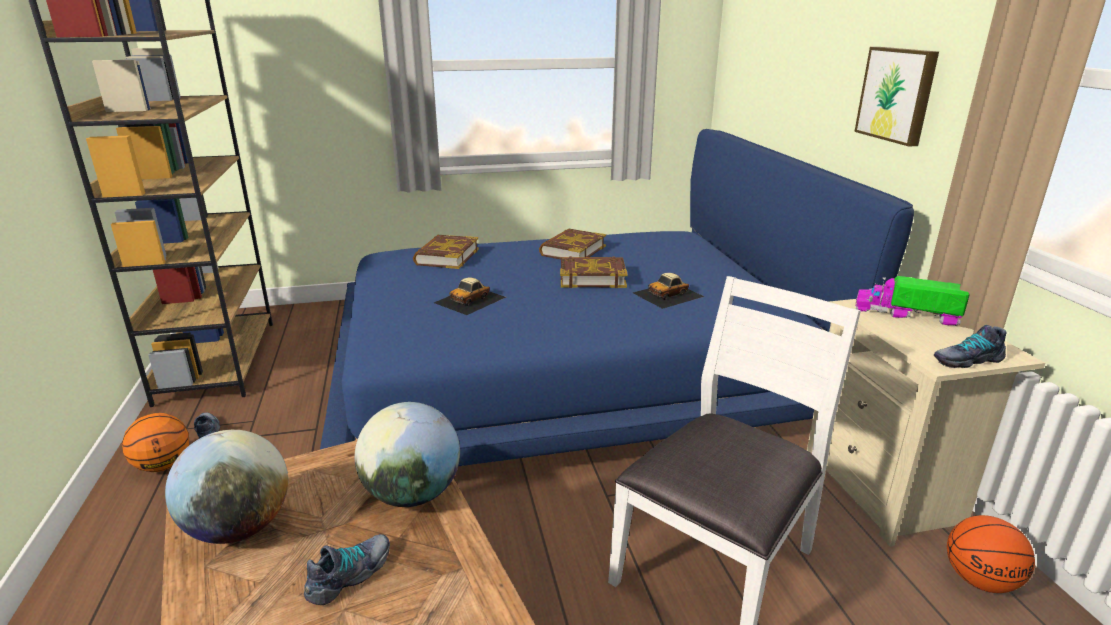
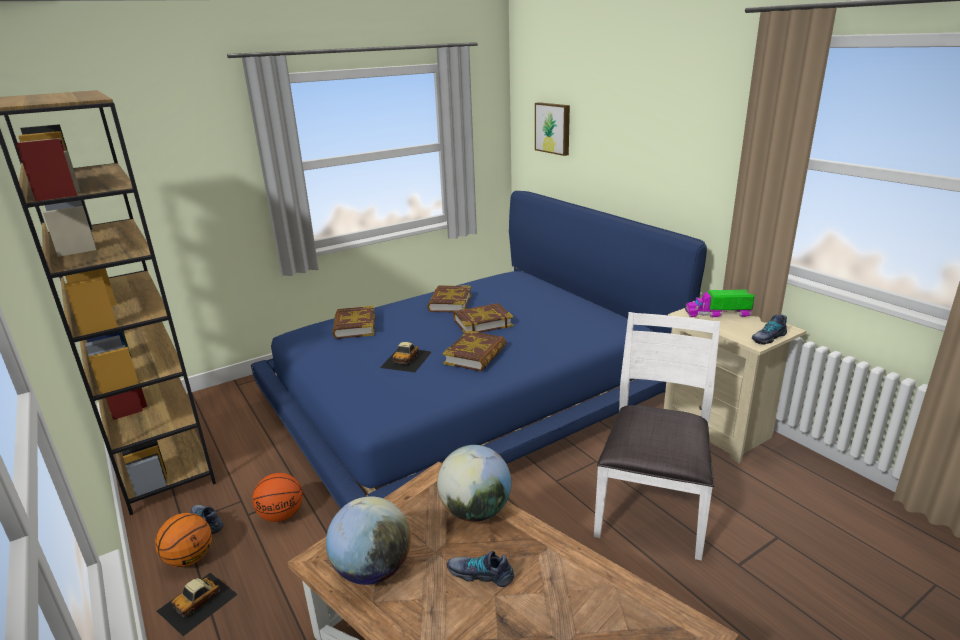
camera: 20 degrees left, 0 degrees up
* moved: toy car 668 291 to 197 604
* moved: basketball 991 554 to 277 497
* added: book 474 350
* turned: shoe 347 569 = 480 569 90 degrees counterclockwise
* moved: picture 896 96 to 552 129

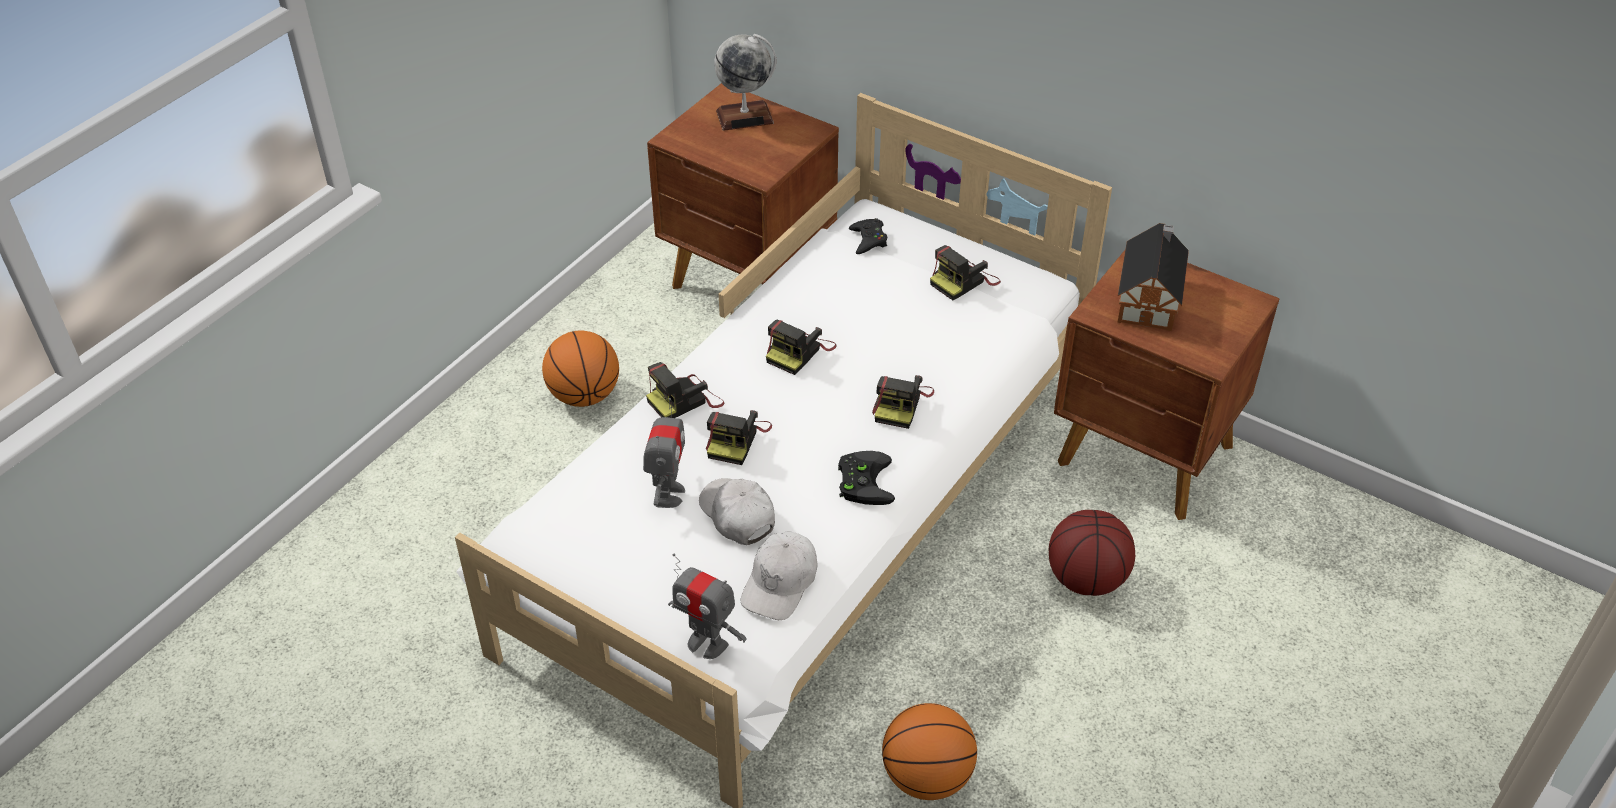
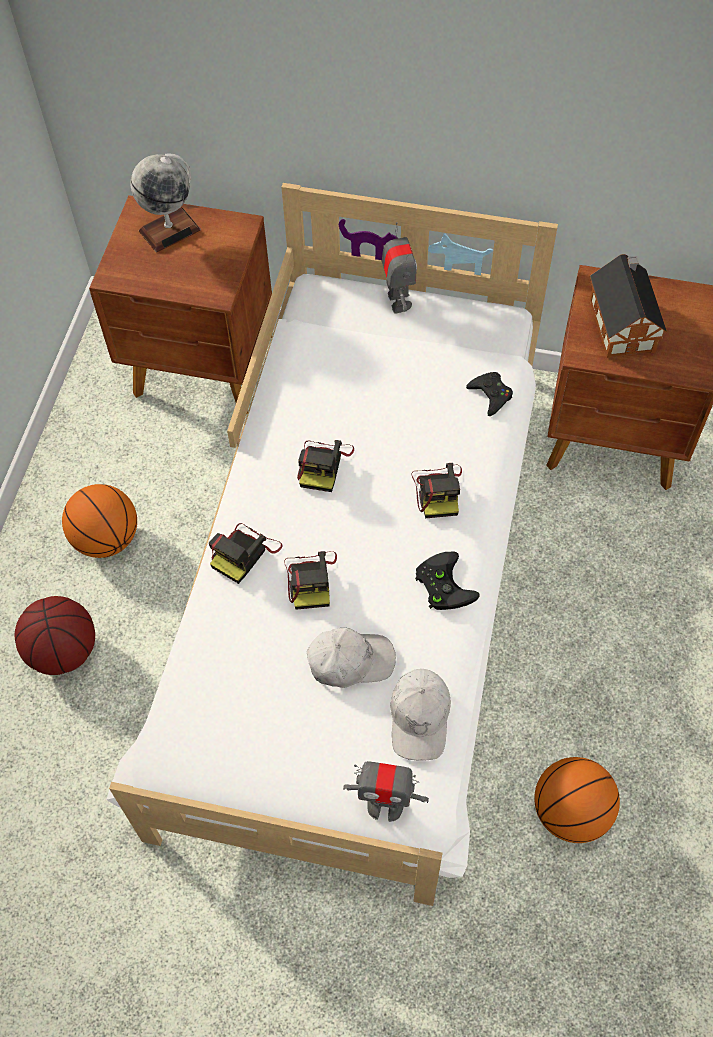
camera: 20 degrees left, 15 degrees up
* moved: basketball 1092 553 to 55 635
* turned: white cap 737 511 = 351 658 135 degrees clockwise
* moved: toy robot 664 453 to 399 268
* moved: black game controller 868 236 to 489 394
* removed: photo camera 965 272

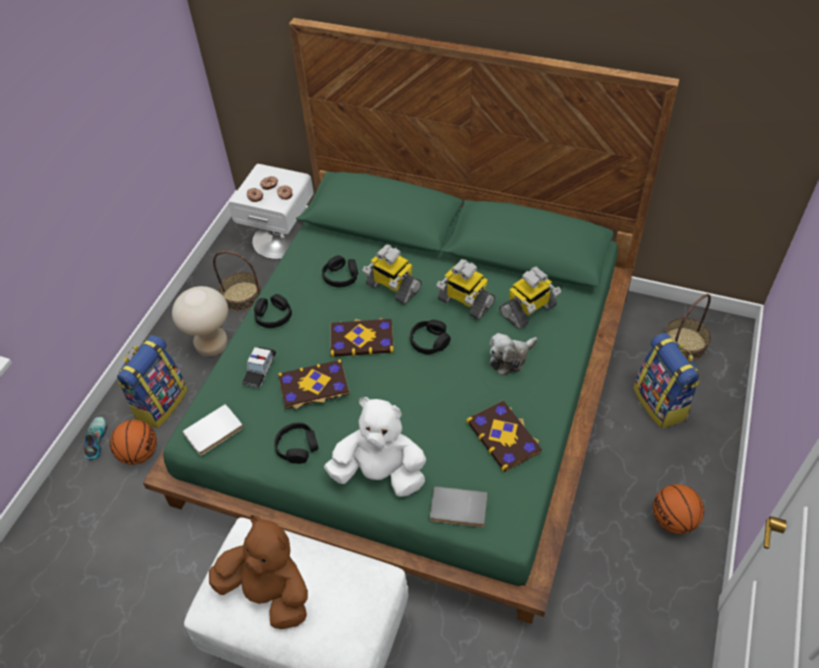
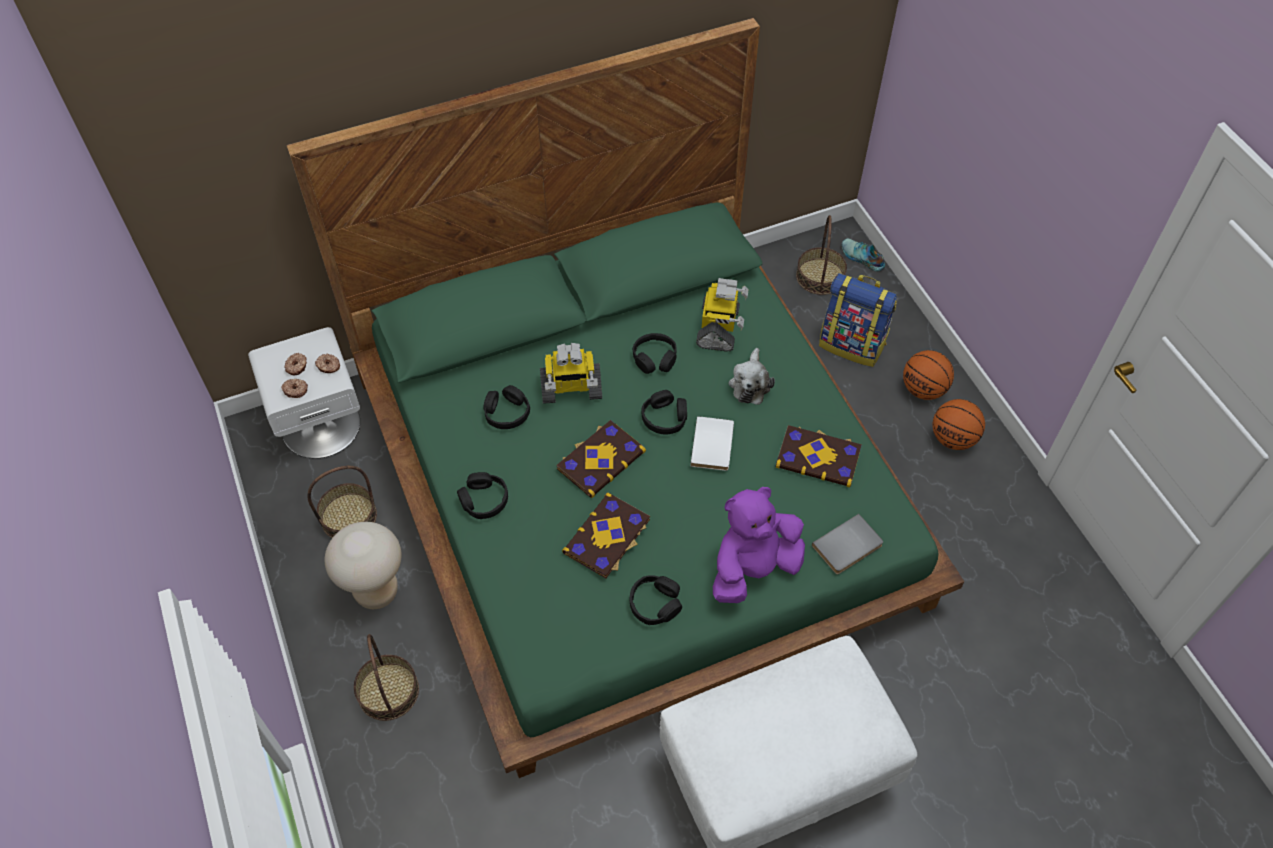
camera: 45 degrees left, 5 degrees up
* replaced: backpack 152 381 to basket 386 677
* replaced: toy robot 465 289 to black headphones 655 353
* moved: white book 212 429 to 712 443
* recoloured: white plush toy 375 447 to purple plush toy 759 545
* moved: shoe 95 438 to 863 255
* moved: basketball 133 442 to 928 375
* removed: brown plush toy 258 572
* removed: toy car 259 367

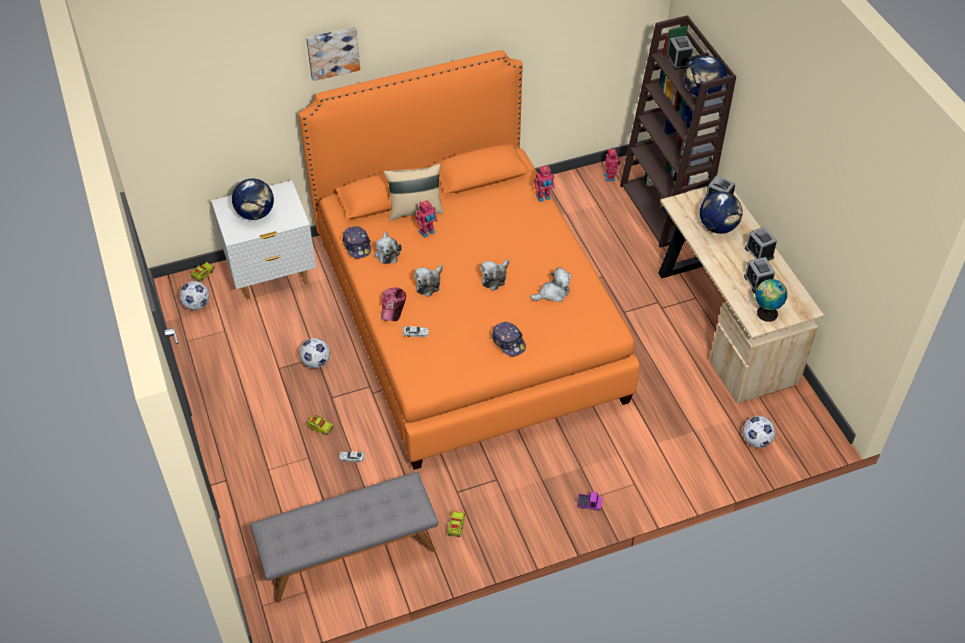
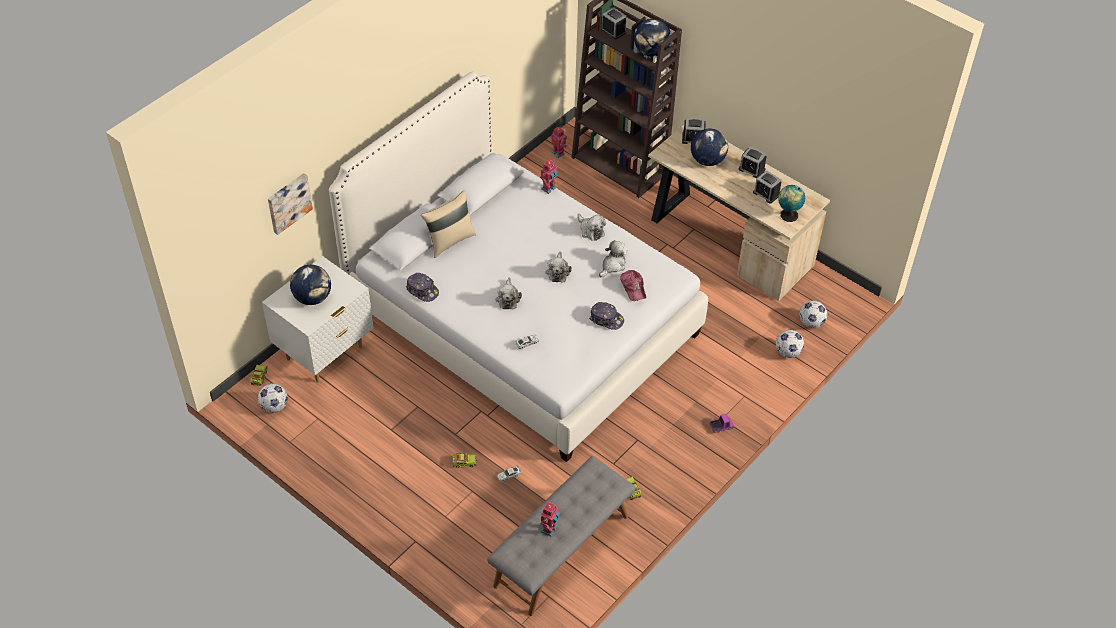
camera: 30 degrees left, 0 degrees up
* moved: picture 333 54 to 290 204
* recoloured: orange bed 469 260 to white bed 518 266
* moved: toy robot 427 219 to 550 519
* moved: plush toy 388 248 to 592 227
* moved: cap 393 304 to 633 285
* moved: football 314 353 to 790 344

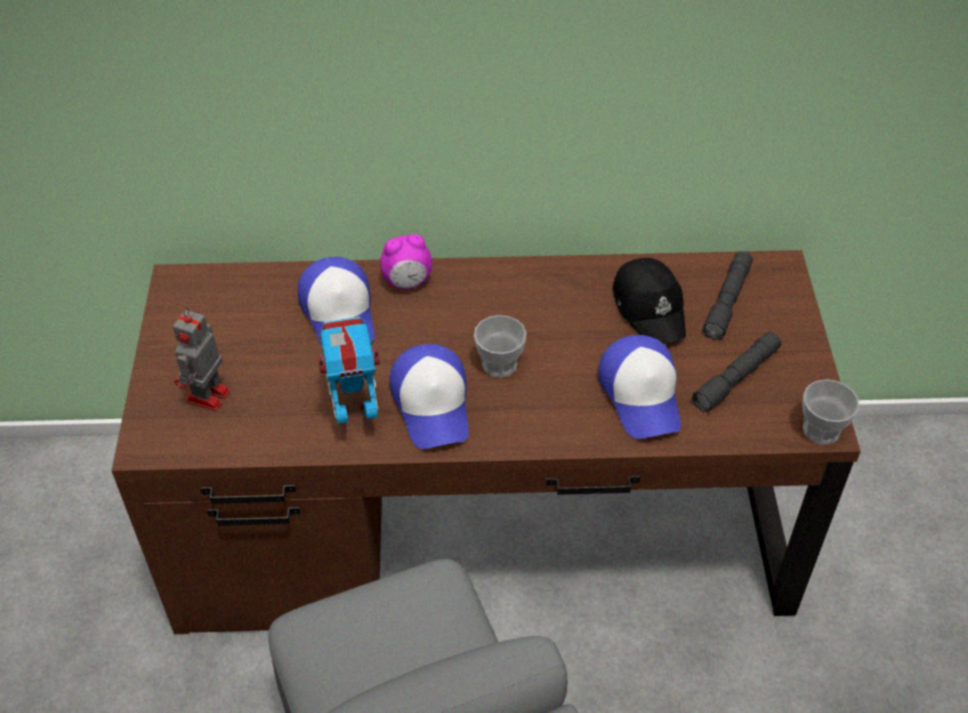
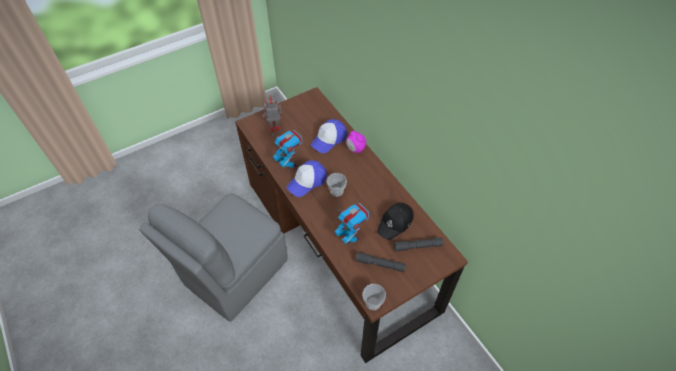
camera: 60 degrees right, 5 degrees up
* replaced: cap 639 387 to toy robot 351 224

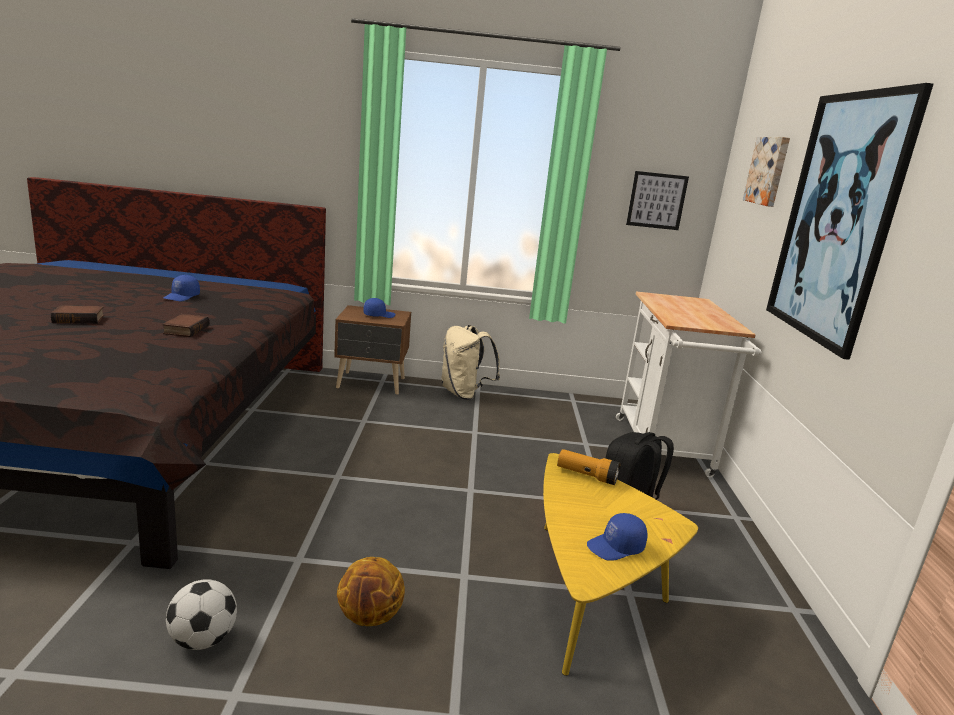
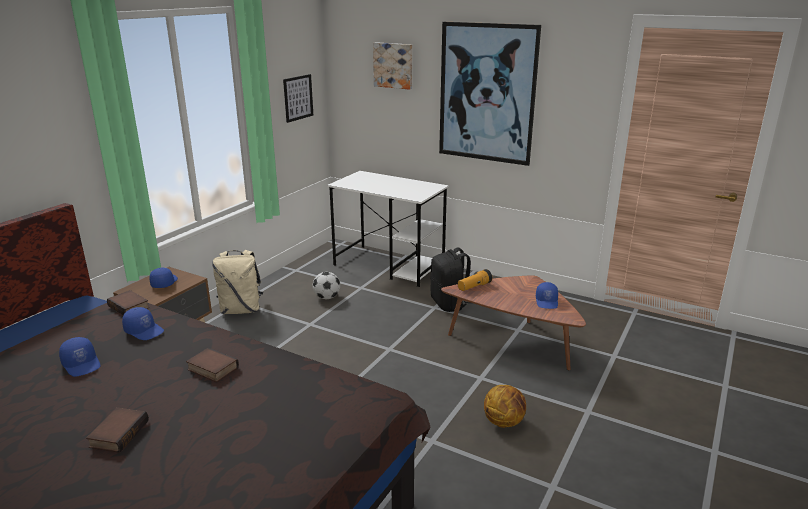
camera: 60 degrees left, 5 degrees up
* added: book 128 302
* added: blue cap 143 323
* moved: football 201 614 to 326 285
* replaced: white cart 688 385 to white desk 388 229
* recoloured: yellow coffee table 620 564 to brown coffee table 513 322

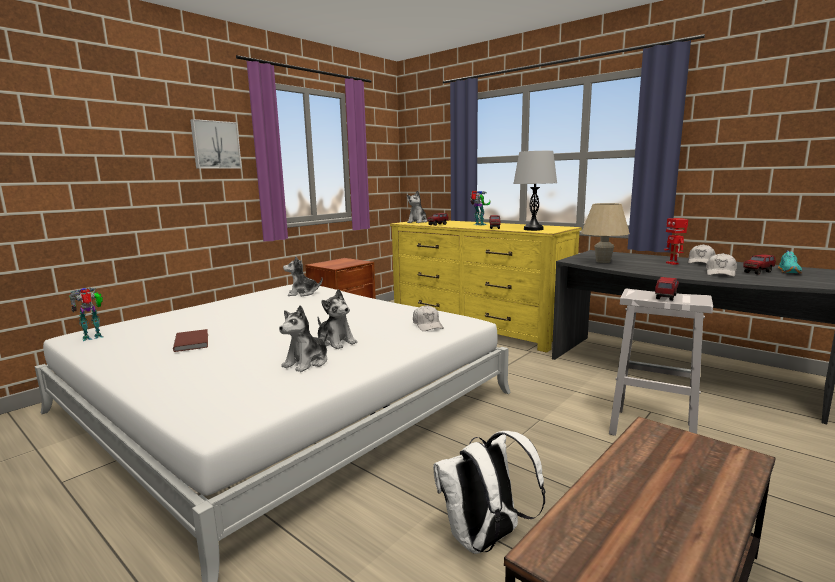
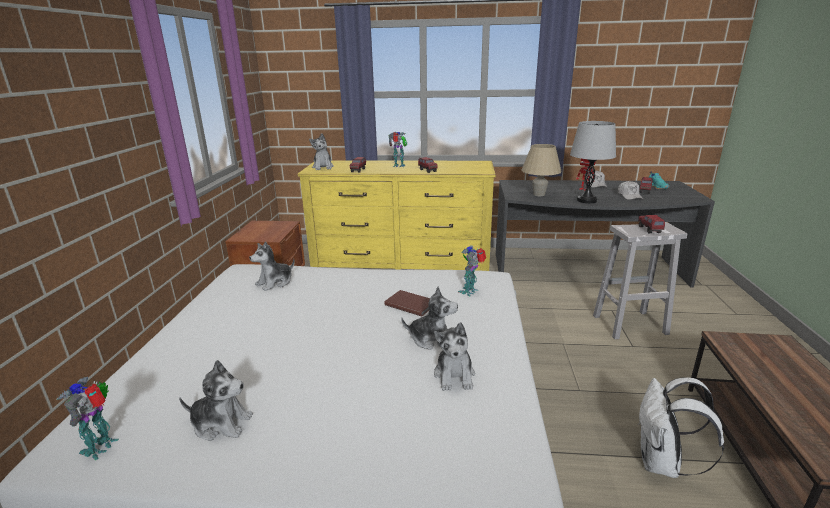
camera: 35 degrees left, 10 degrees up
* added: plush toy 216 400
* moved: brown book 190 340 to 407 303
* replaced: white cap 428 318 to toy robot 472 271
* moved: grey table lamp 535 191 to 593 162
* removed: picture 216 144

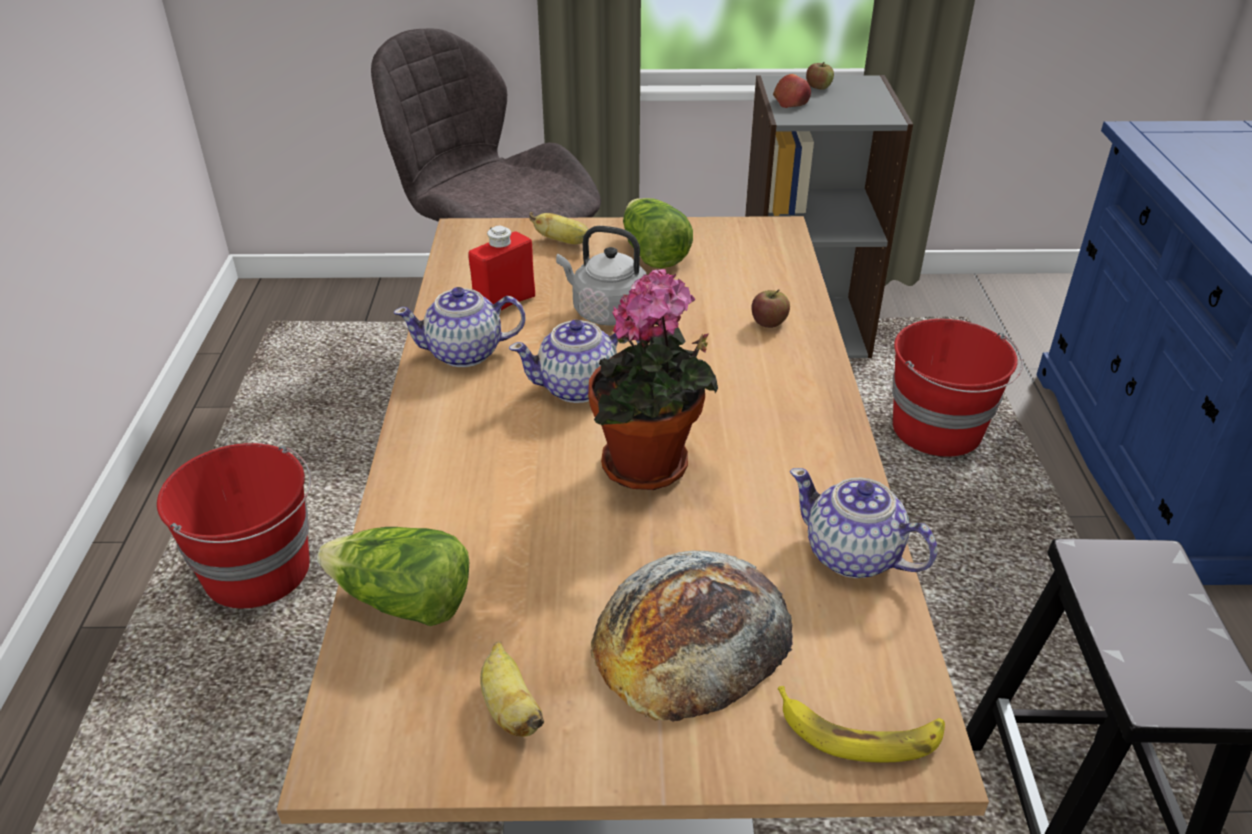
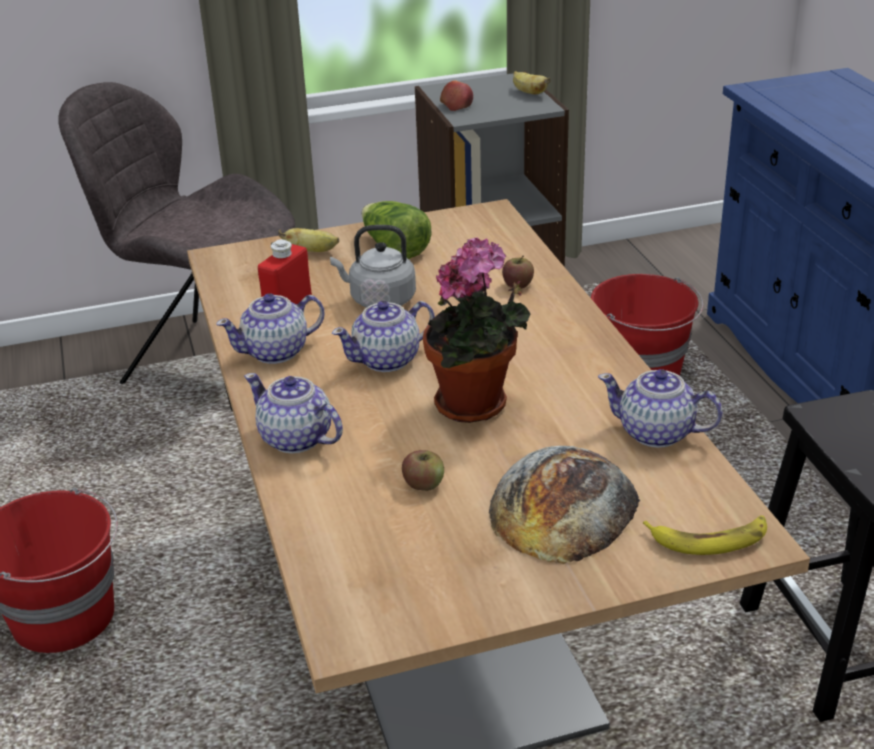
camera: 15 degrees left, 5 degrees down
* added: teapot 293 413
* moved: apple 820 76 to 423 470
* moved: banana 512 689 to 532 82
* removed: lettuce 393 576

